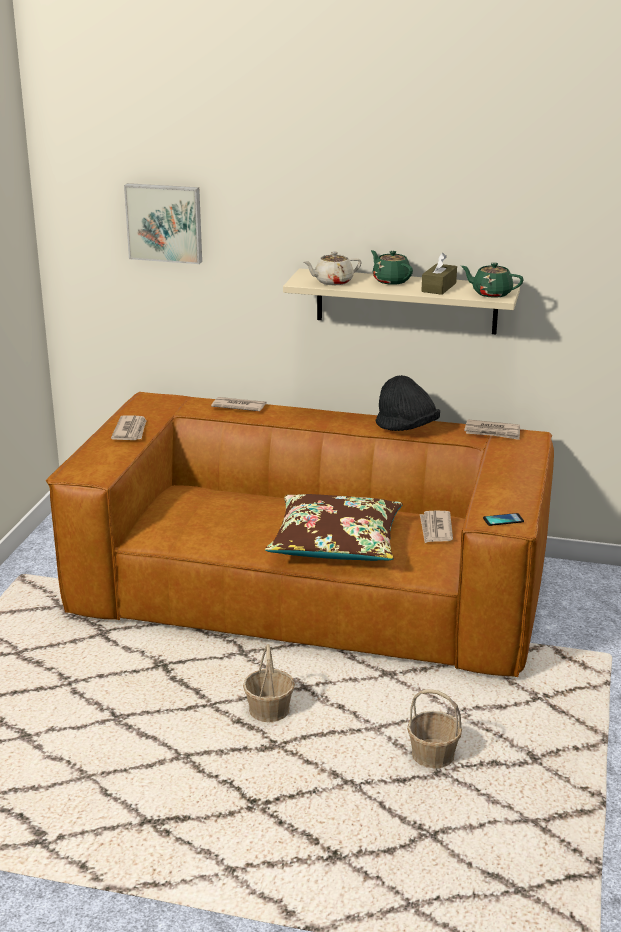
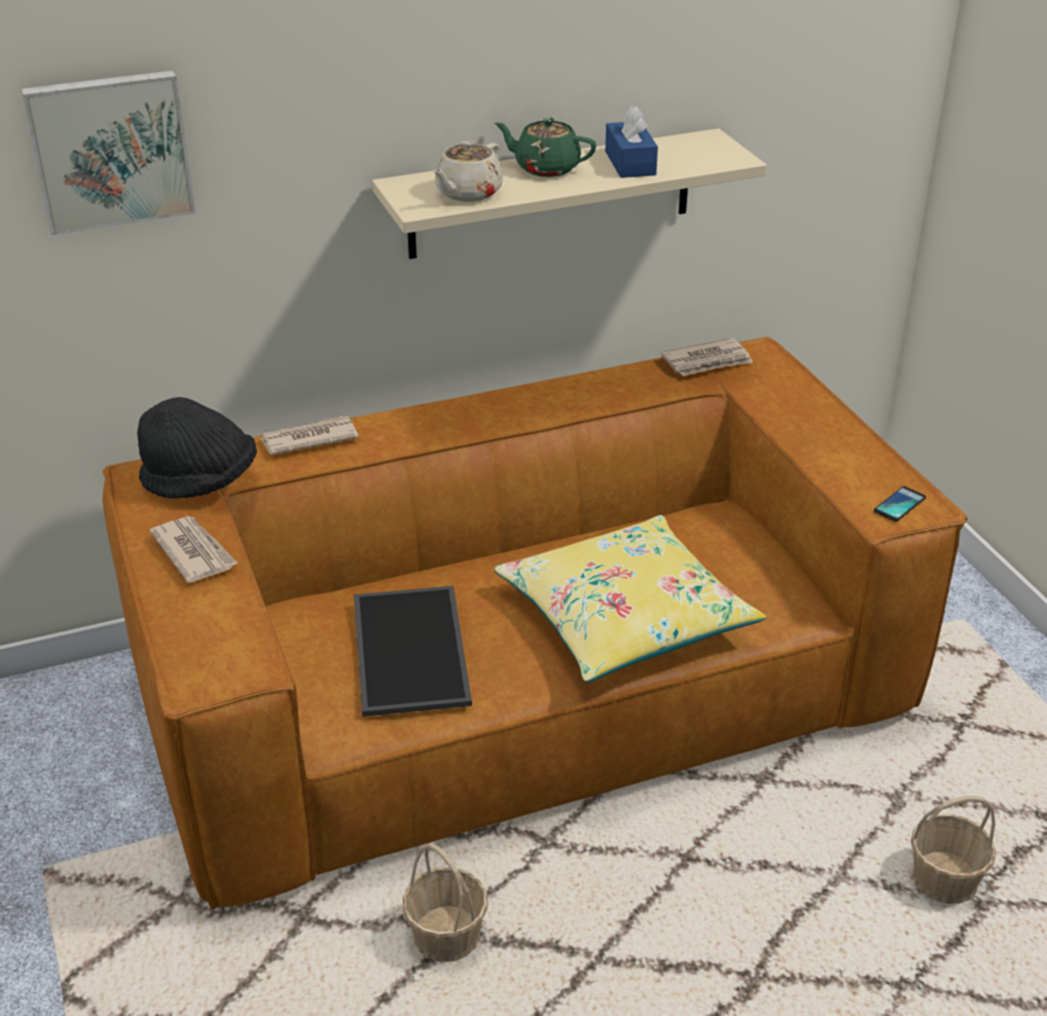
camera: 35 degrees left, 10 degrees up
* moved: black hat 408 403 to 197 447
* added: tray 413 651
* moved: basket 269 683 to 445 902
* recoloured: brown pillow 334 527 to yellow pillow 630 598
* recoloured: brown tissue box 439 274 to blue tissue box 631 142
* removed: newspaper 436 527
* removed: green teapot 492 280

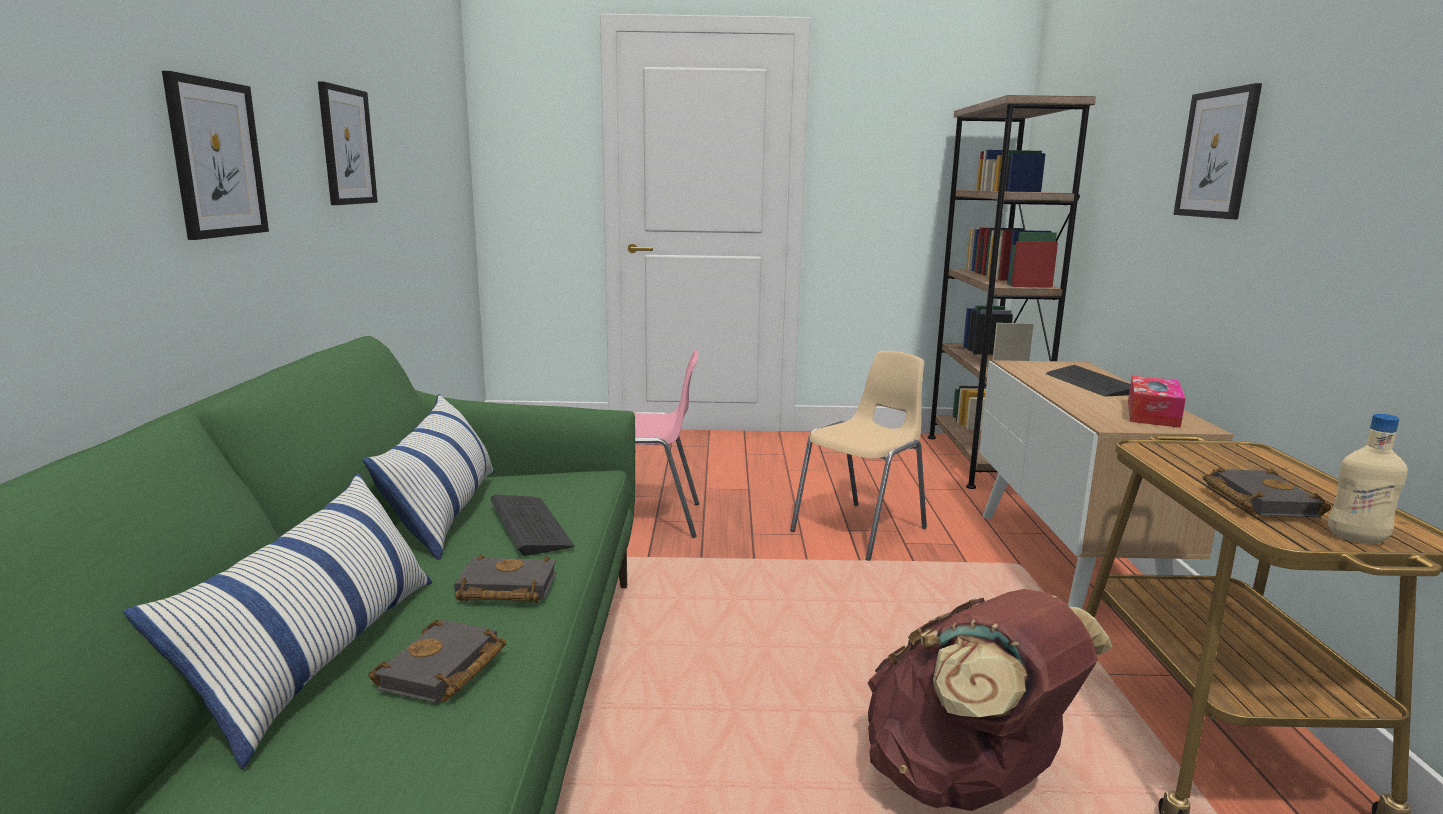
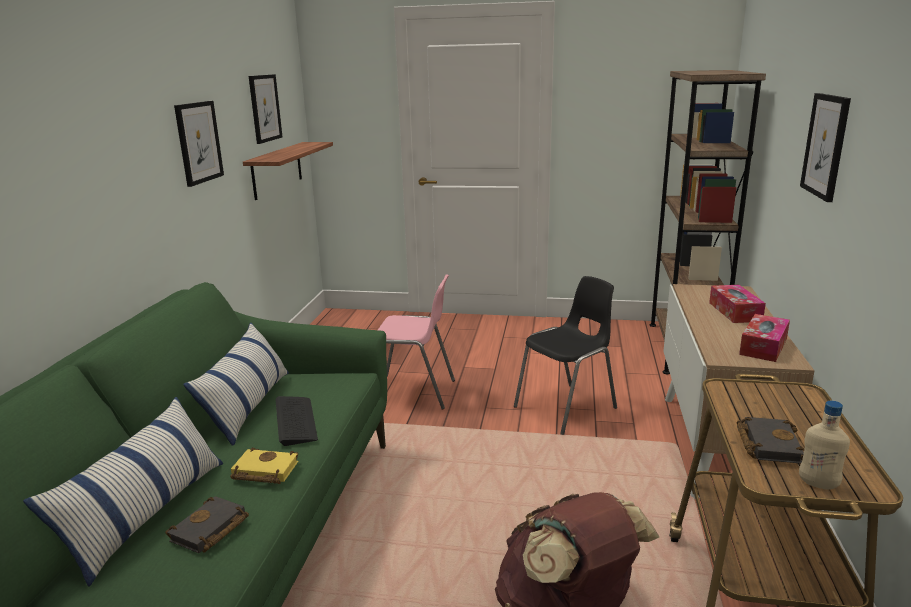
camera: 10 degrees right, 5 degrees up
* recoloured: black book 505 578 to yellow book 264 465
* added: shelf 288 171
* moved: picture 215 155 to 265 109
* recoloured: beige chair 858 455 to black chair 565 355
* replaced: keyboard 1088 380 to tissue box 737 304

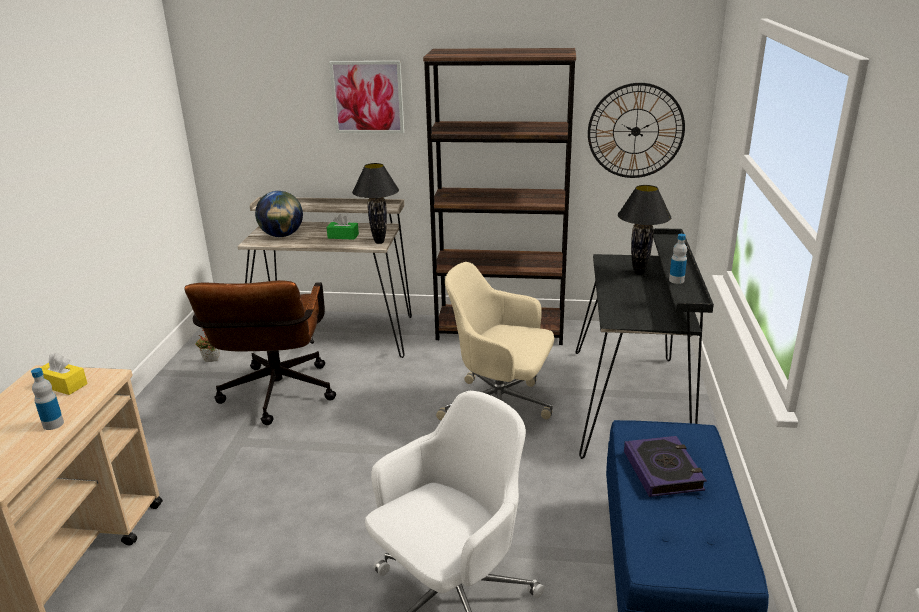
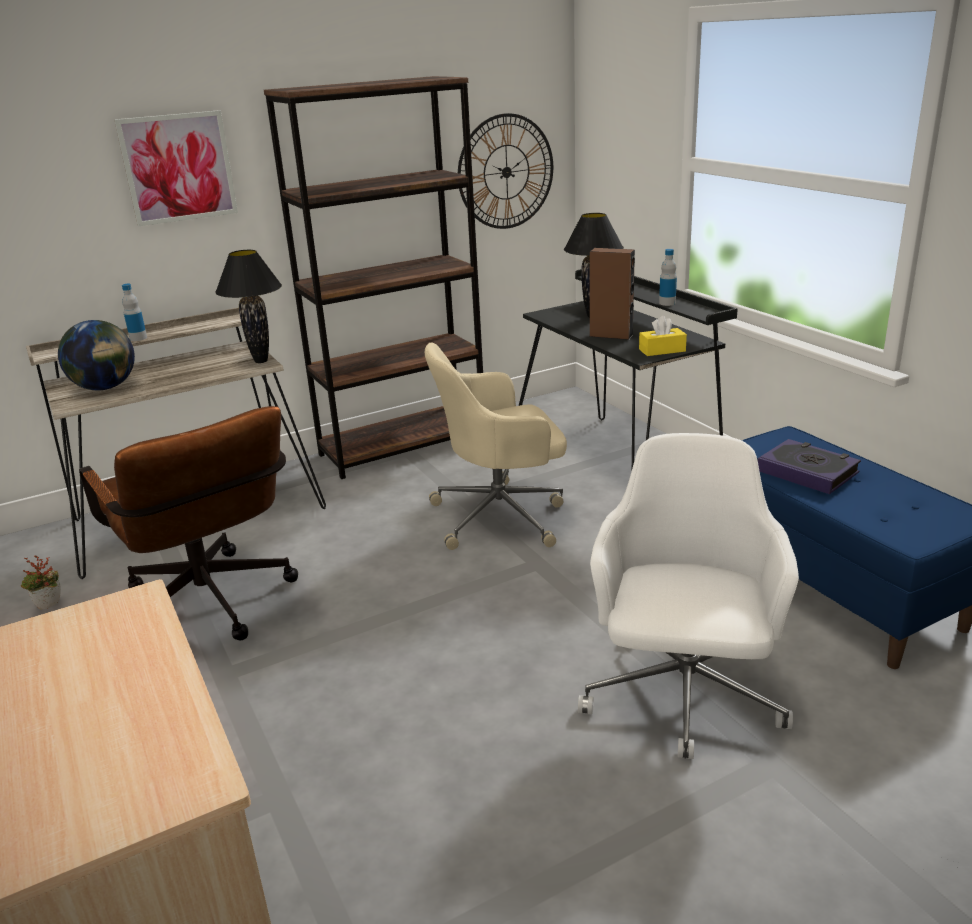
camera: 35 degrees left, 0 degrees up
* moved: bottle 47 399 to 134 312
* added: brown speaker 612 294
* moved: yellow tissue box 64 374 to 663 336
* removed: green tissue box 343 227

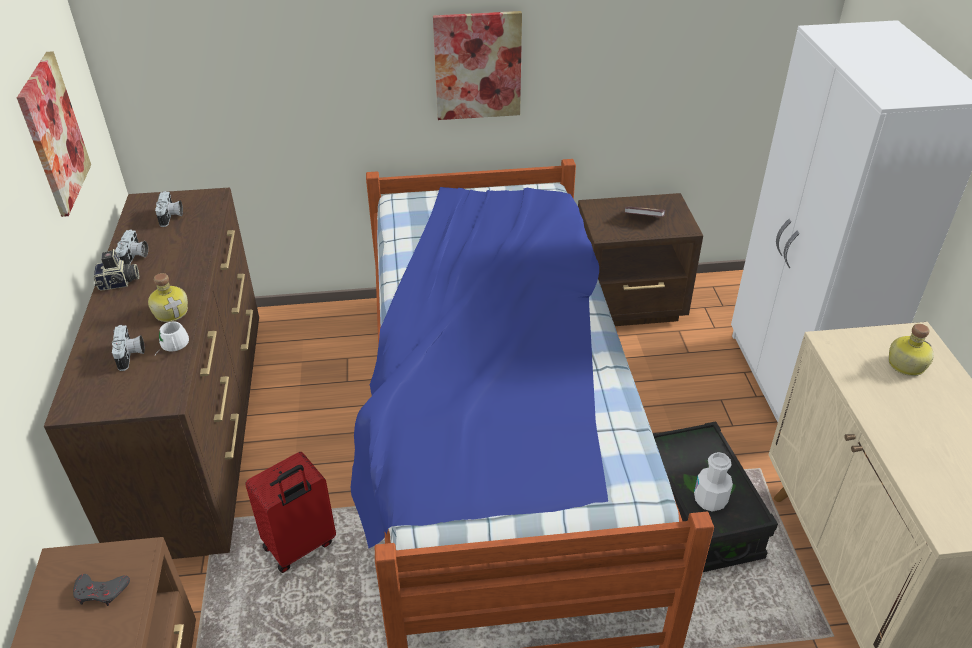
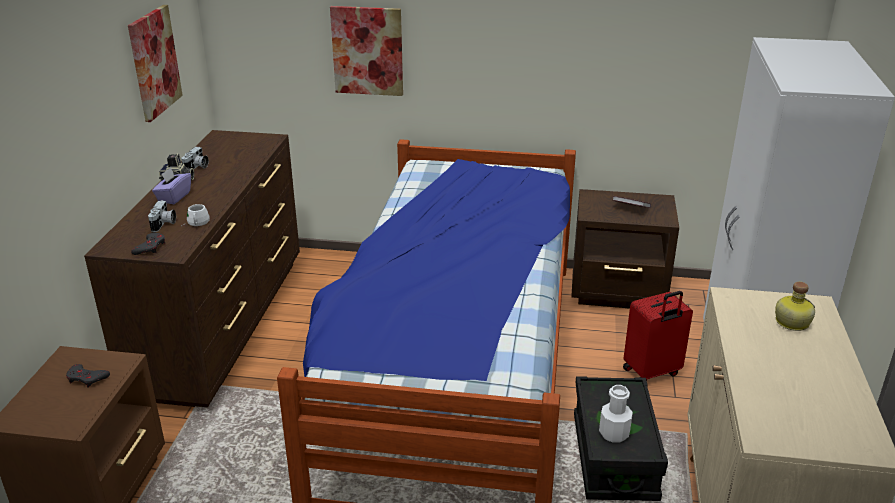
camera: 15 degrees right, 10 degrees down
* added: grey game controller 148 244
* added: purple tissue box 171 186
* moved: picture 477 65 to 366 51
* moved: red suitcase 290 512 to 658 336
* removed: bottle 168 297
* removed: photo camera 169 209

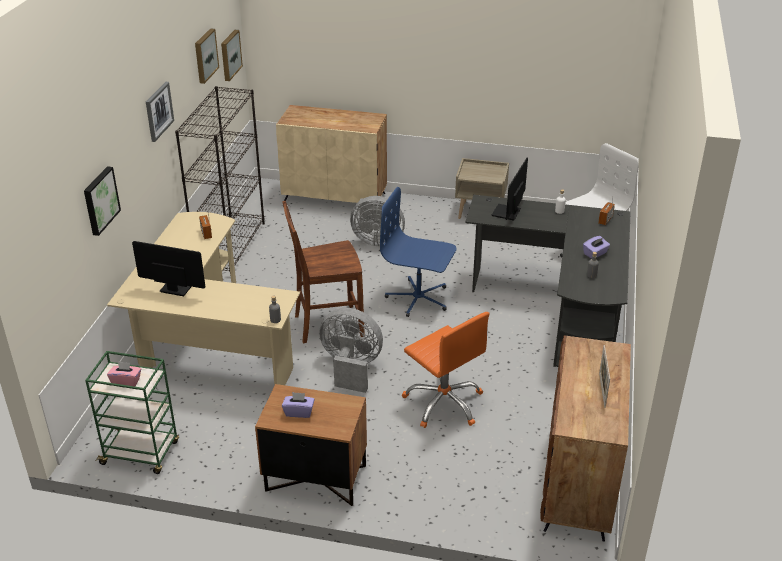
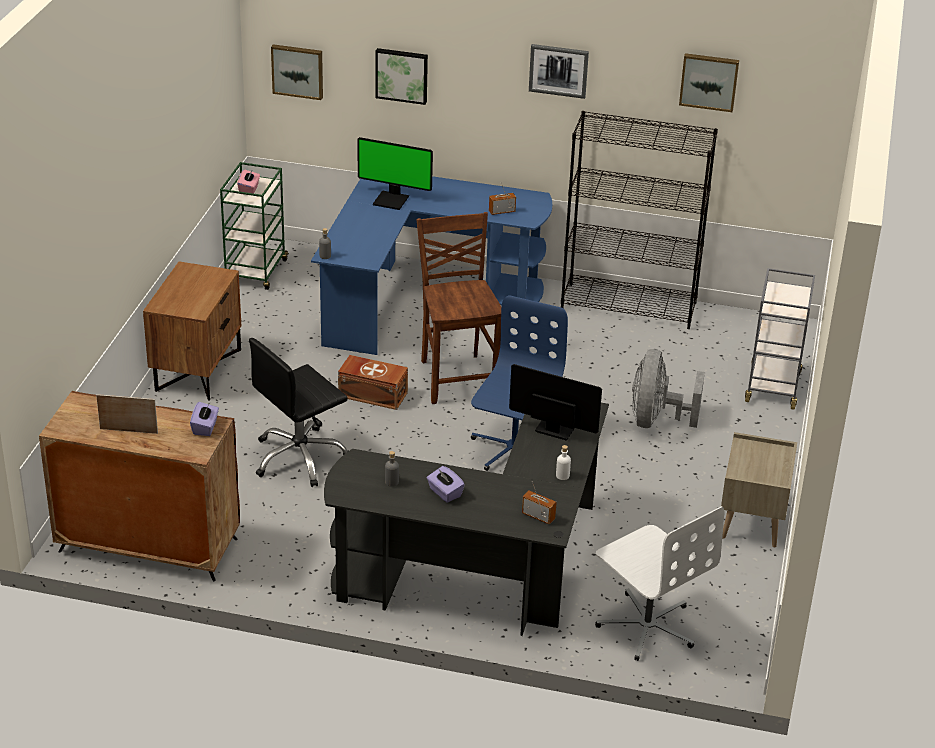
camera: 90 degrees right, 0 degrees up
* moved: purple tissue box 298 405 to 204 419
* recoloured: orange office chair 445 370 to black office chair 298 412
* moved: picture 232 55 to 297 72
* recoloured: beige desk 203 298 to blue desk 431 265
* replaced: grey fan 351 350 to brown storage box 373 382
* turned: monitor 168 268 = 395 173 90 degrees clockwise
* replaced: beige cabinet 331 154 to grey cart 780 339

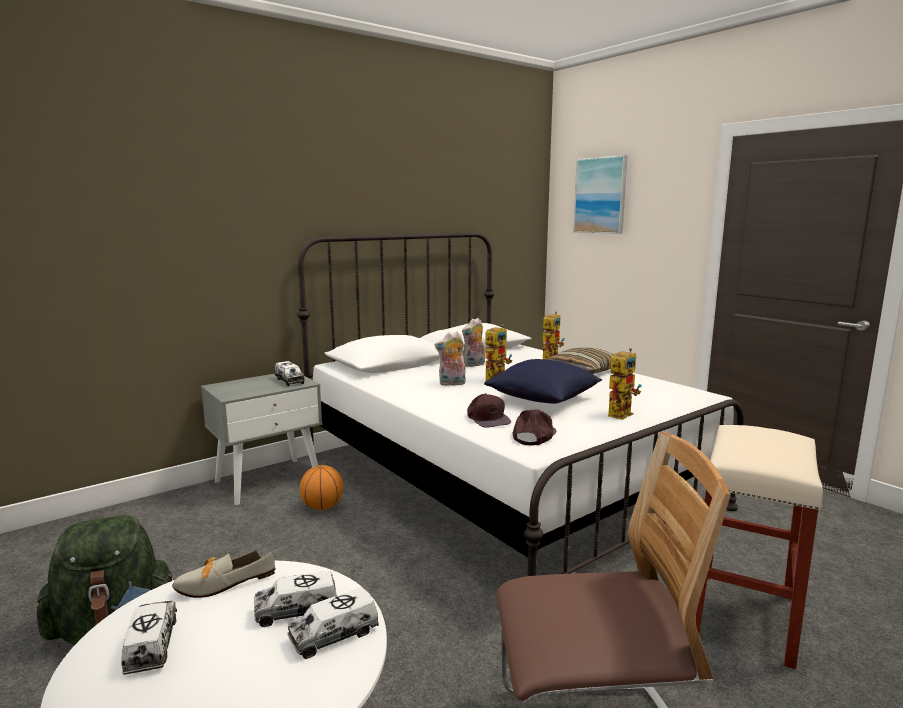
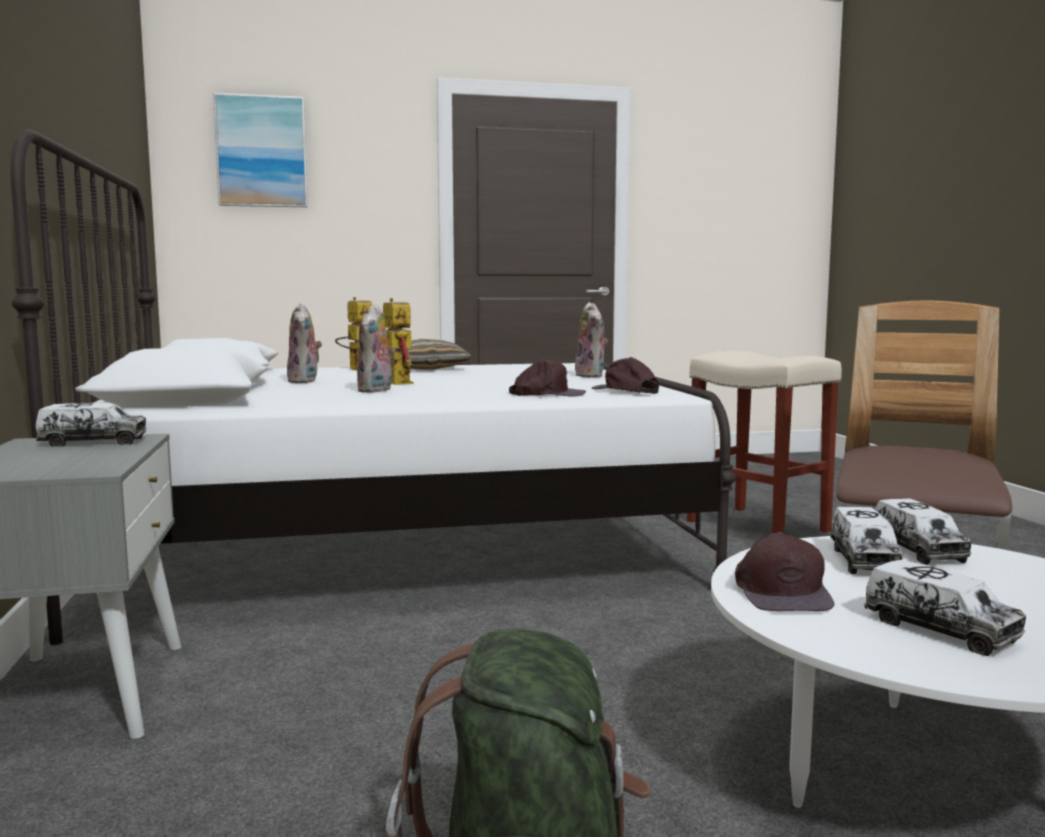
camera: 65 degrees left, 5 degrees down
* replaced: toy robot 625 384 to plush toy 591 340
* replaced: shoe 223 574 to brown cap 785 571
* turned: toy truck 149 638 = 945 608 135 degrees counterclockwise
* removed: basketball 321 487
* removed: blue pillow 543 381

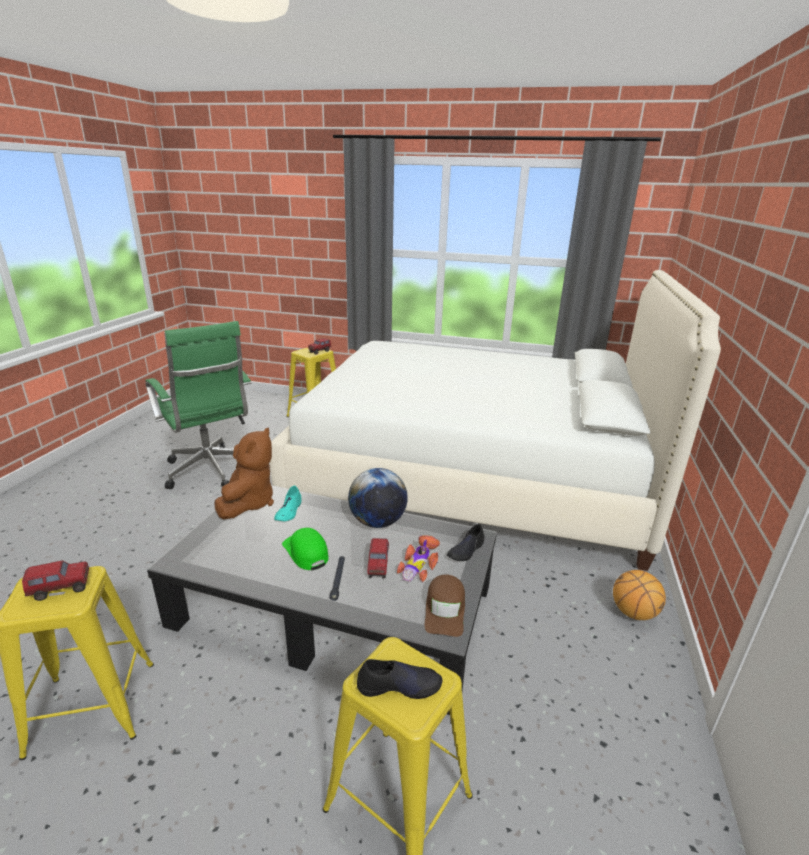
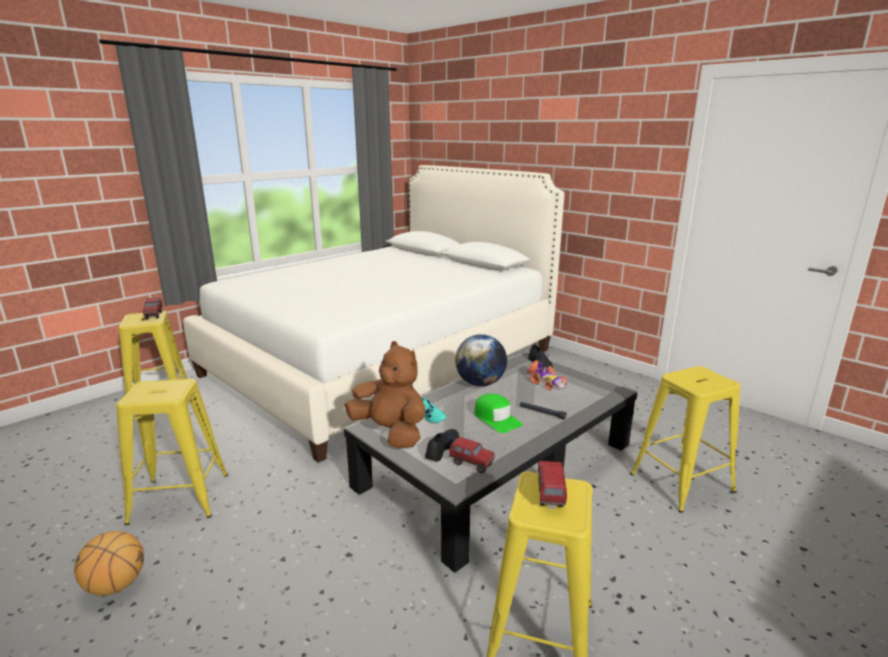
camera: 60 degrees left, 5 degrees down
* moved: basketball 639 595 to 109 563
* replaced: green office chair 198 405 to yellow stool 172 452
* moved: black shoe 399 679 to 442 445
* moved: toy truck 378 558 to 471 455
* turned: green cap 305 549 = 498 413 120 degrees counterclockwise
* removed: brown cap 445 606

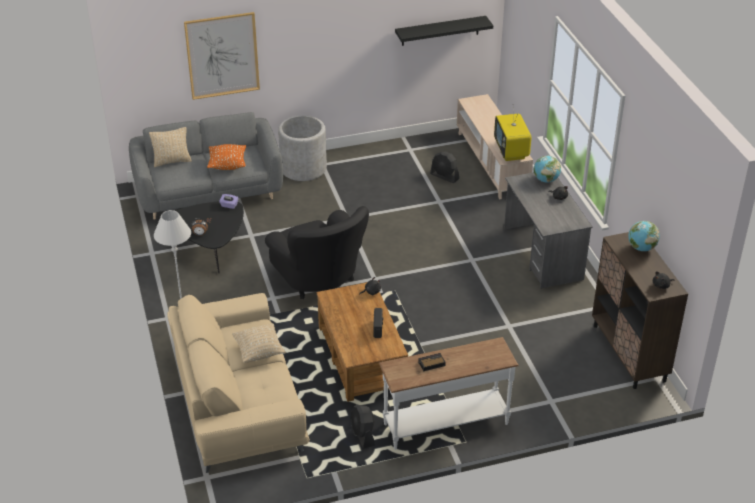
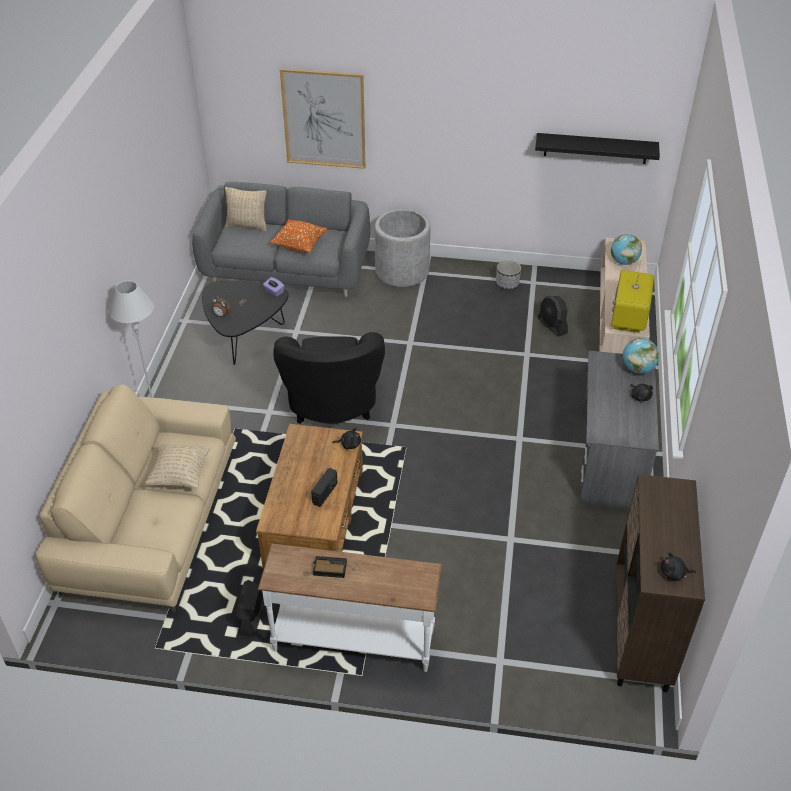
camera: 25 degrees right, 5 degrees up
* added: planter 508 275
* moved: globe 644 236 to 626 249

